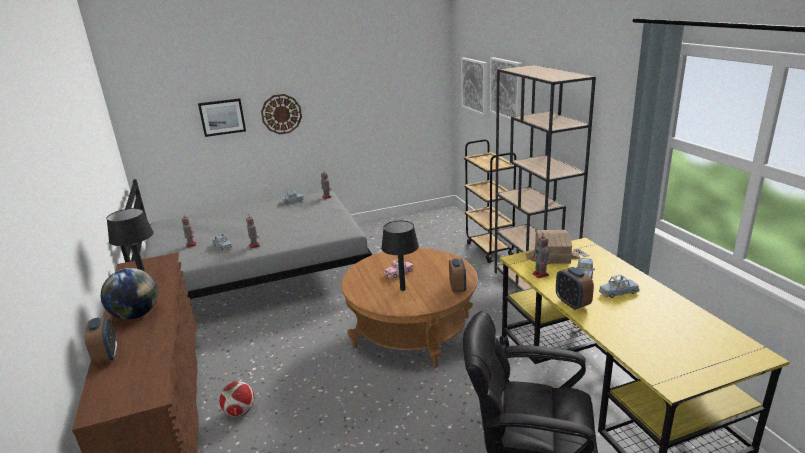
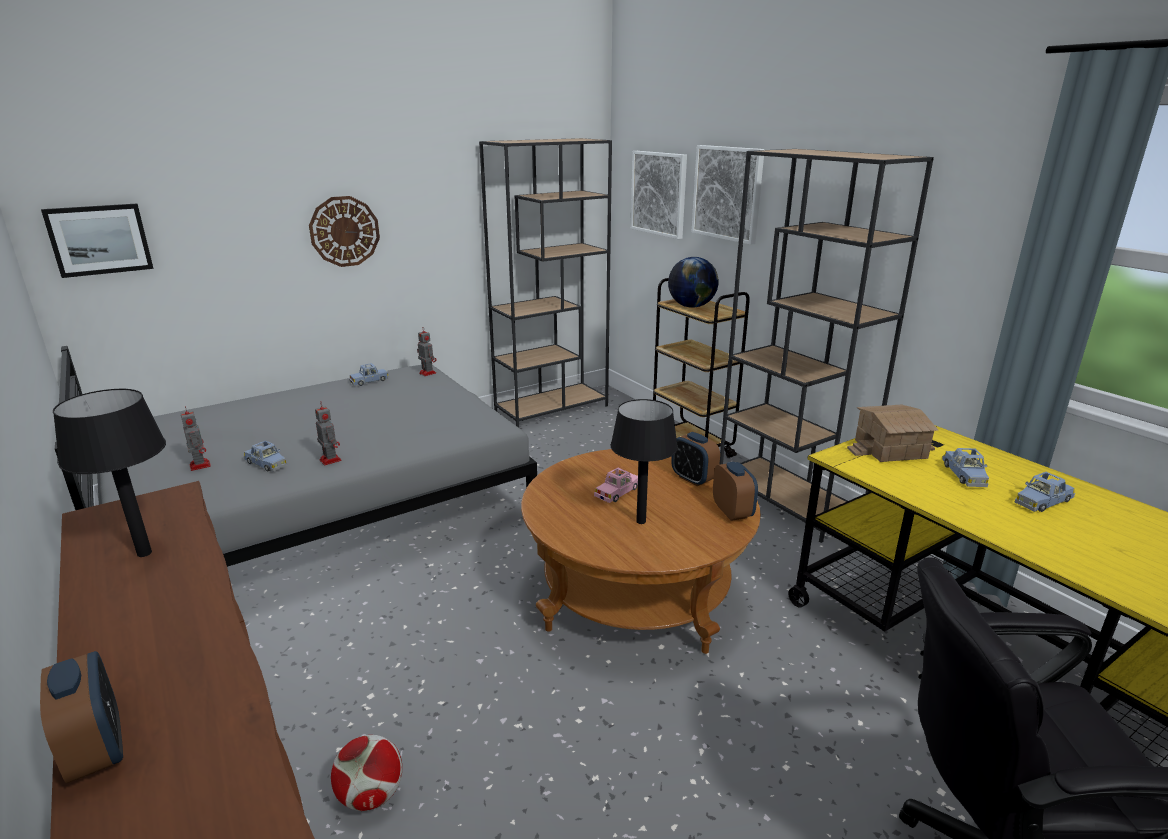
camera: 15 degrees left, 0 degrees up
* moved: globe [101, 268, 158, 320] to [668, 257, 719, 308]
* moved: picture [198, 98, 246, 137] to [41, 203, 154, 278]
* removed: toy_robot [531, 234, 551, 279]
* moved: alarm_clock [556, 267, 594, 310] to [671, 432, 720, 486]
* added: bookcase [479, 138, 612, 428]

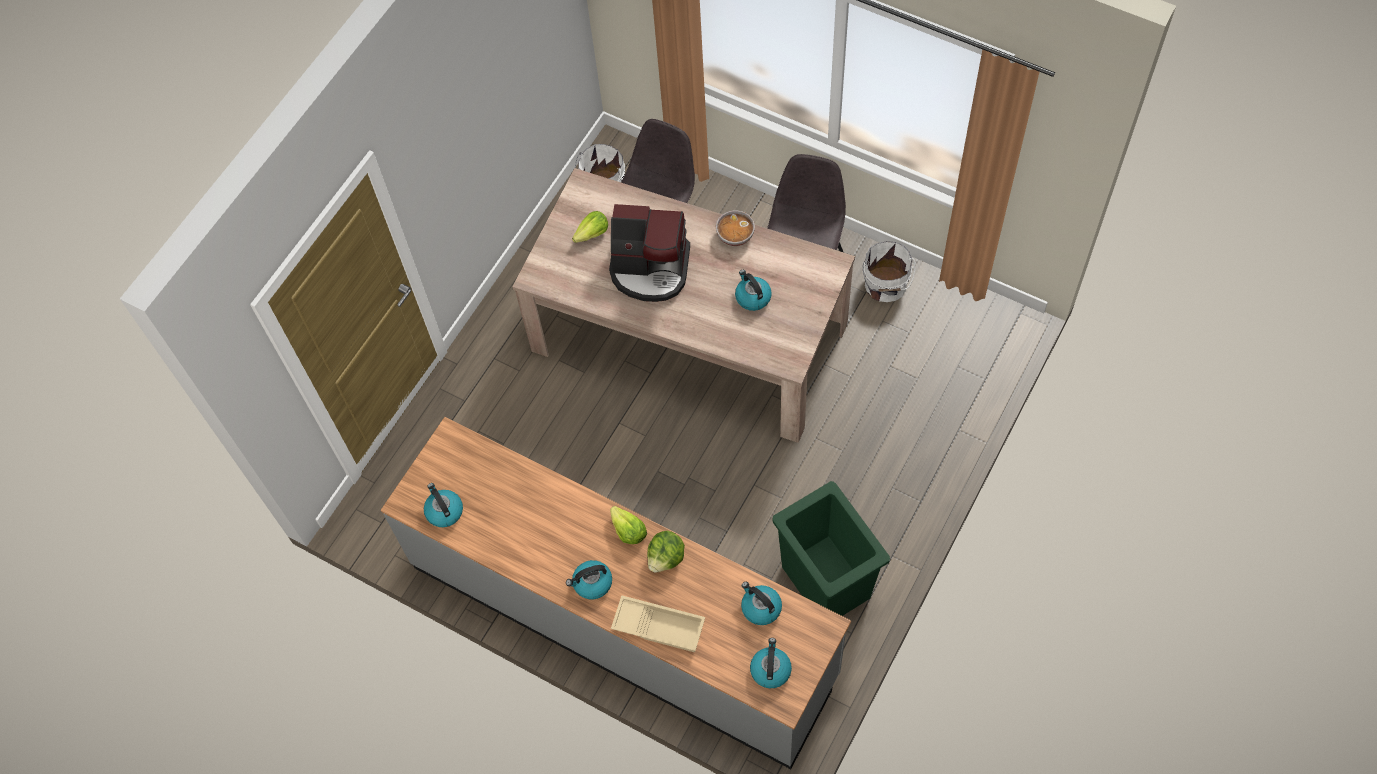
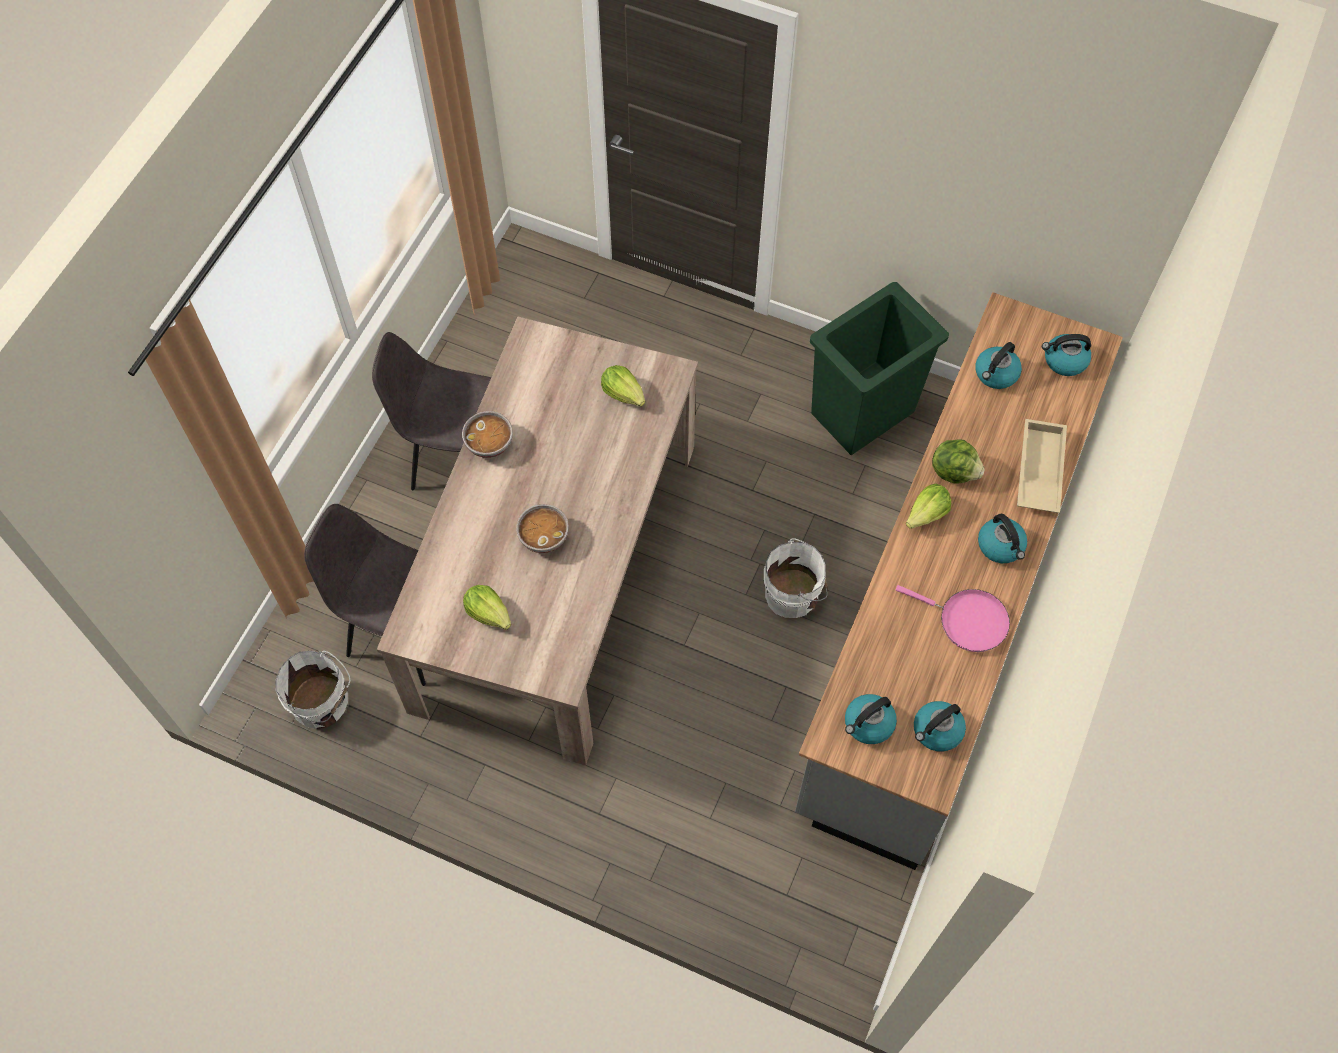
camera: 100 degrees left, 0 degrees up
* replaced: coffee_machine [609, 204, 690, 302] to bowl [516, 504, 569, 553]
* moved: kettle [735, 270, 772, 311] to [845, 694, 897, 744]
* moved: white_bucket [863, 241, 915, 302] to [764, 538, 828, 618]
* added: lettuce [601, 365, 645, 407]
* added: pink_frying_pan [896, 585, 1010, 652]

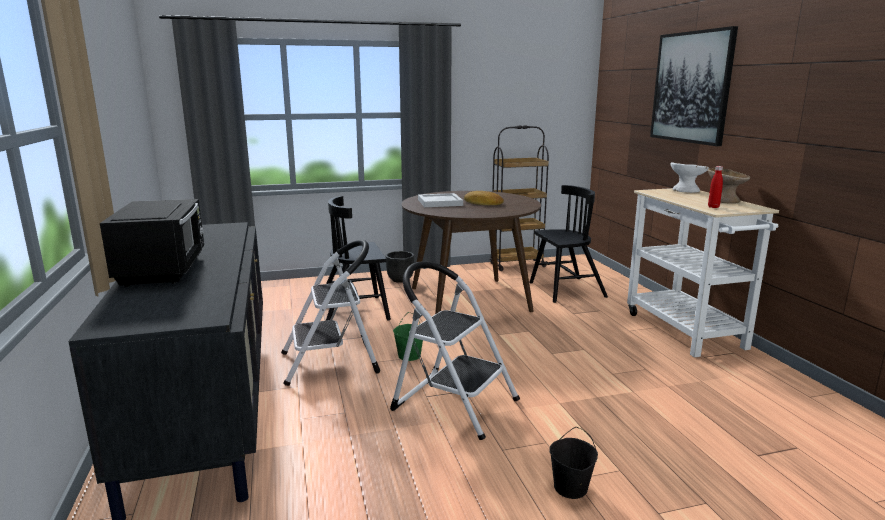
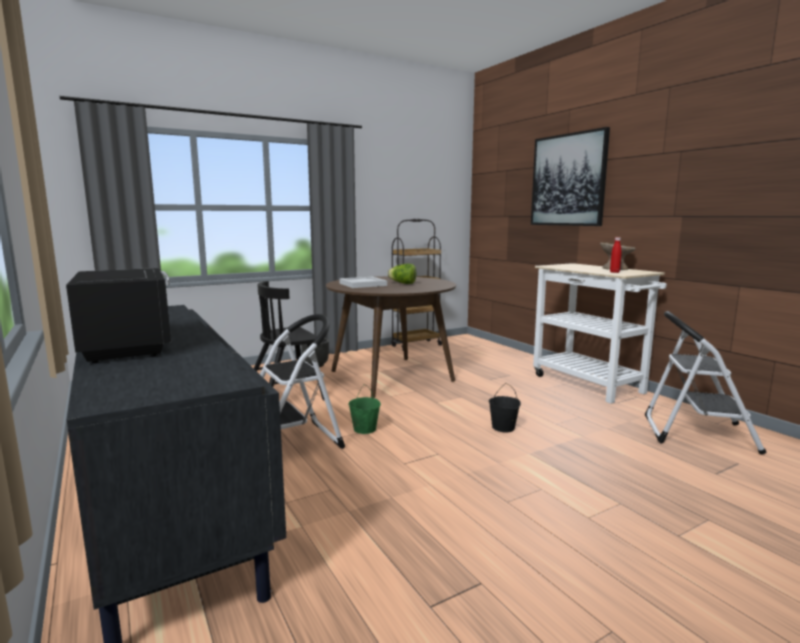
camera: 15 degrees left, 5 degrees down
* moved: step_ladder [390, 261, 520, 440] to [645, 311, 766, 454]
* replaced: bread [464, 191, 504, 205] to lettuce [388, 264, 416, 284]
* removed: black_chair [529, 185, 608, 303]
* moved: black_bucket [549, 427, 598, 499] to [489, 383, 521, 432]
* removed: white_bowl [670, 162, 709, 193]

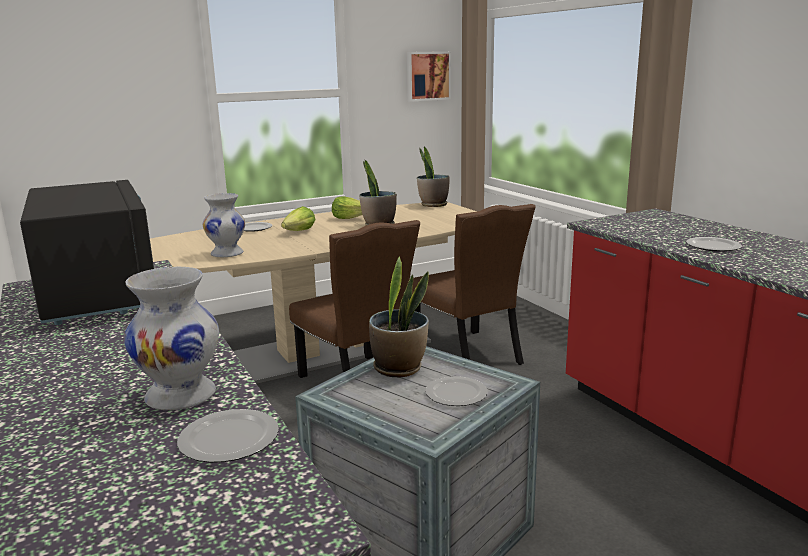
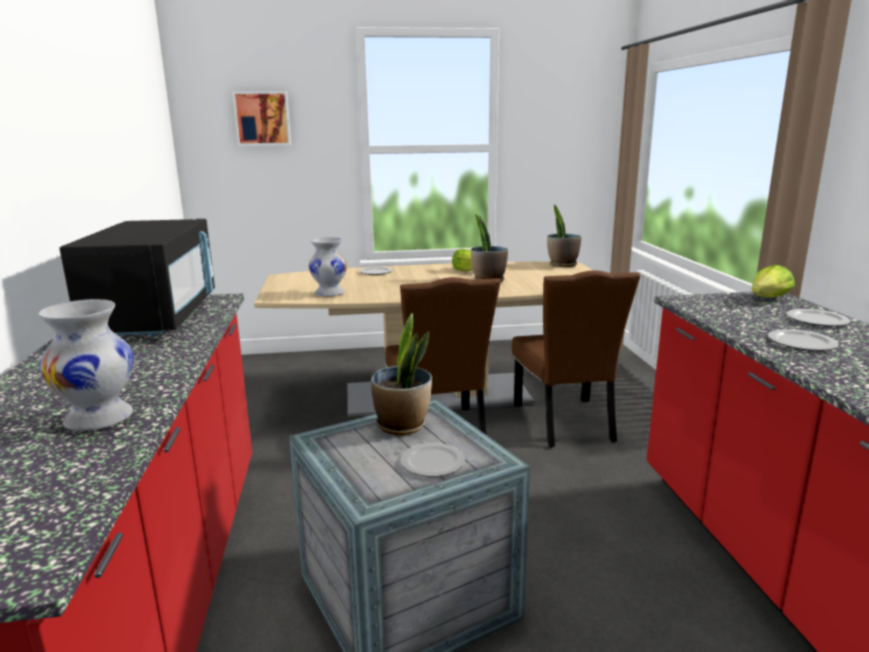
camera: 20 degrees right, 0 degrees up
* moved: plate [177, 409, 279, 463] to [786, 309, 851, 326]
* moved: lettuce [281, 206, 315, 231] to [752, 265, 795, 297]
* moved: picture [407, 51, 451, 102] to [232, 91, 291, 146]

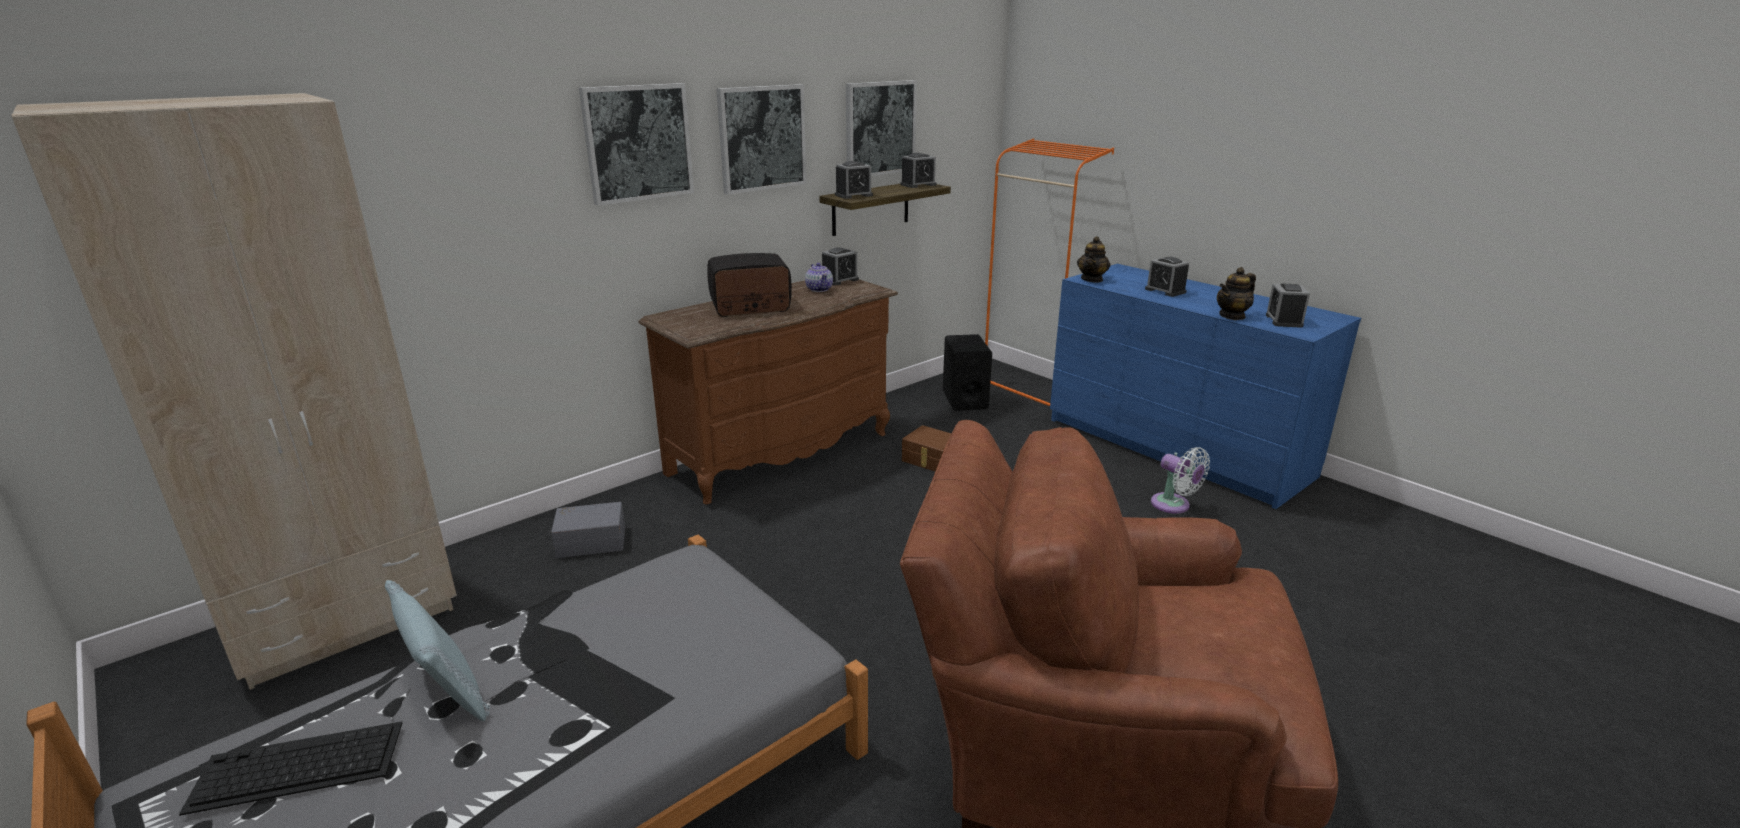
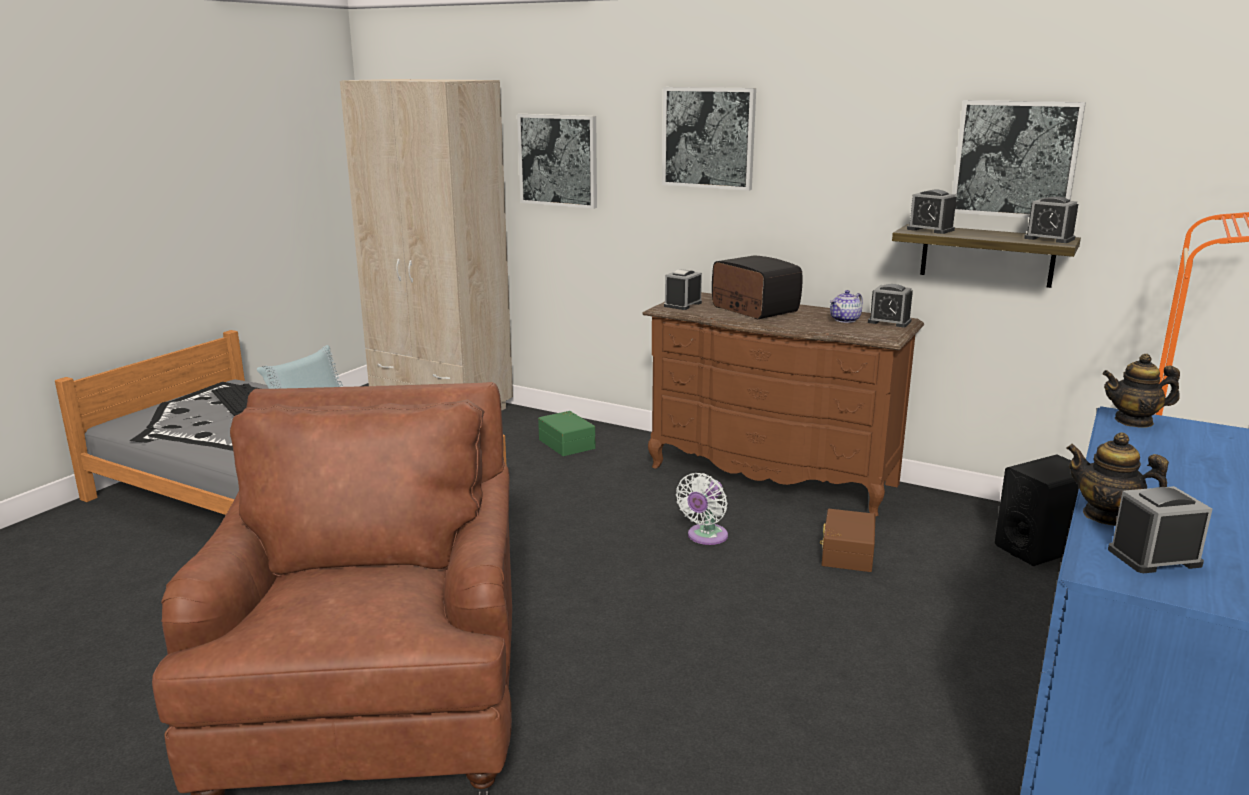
camera: 70 degrees right, 5 degrees down
* recoloured: grey_storage_box [551, 502, 625, 558] to green_storage_box [538, 411, 595, 456]
* moved: picture [716, 84, 807, 195] to [517, 114, 597, 209]
* moved: alarm_clock [1145, 257, 1189, 297] to [664, 269, 702, 310]
* moved: white_fan [1151, 447, 1210, 514] to [676, 473, 728, 545]

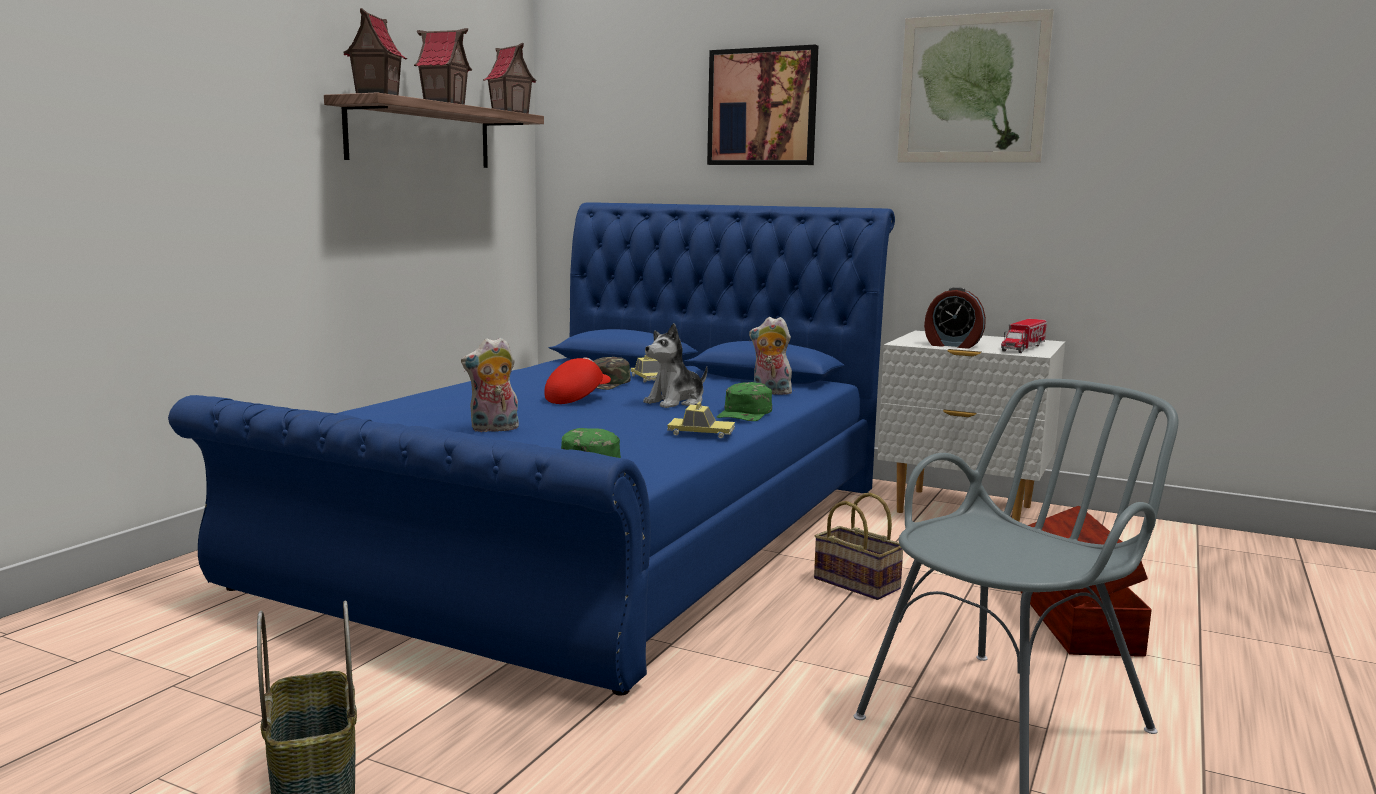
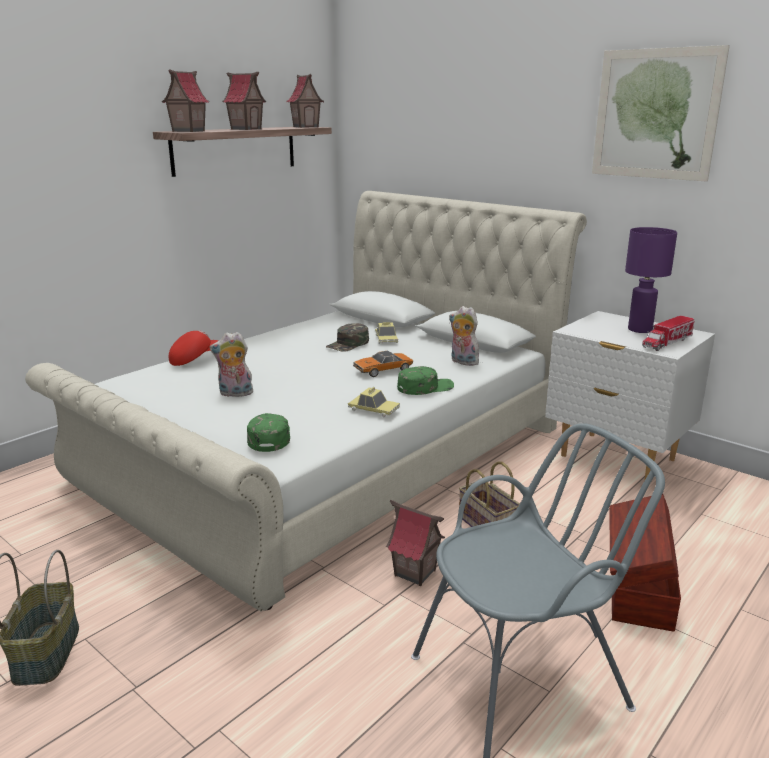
camera: 15 degrees right, 10 degrees up
* recoloured: blue_bed [168, 202, 895, 695] to beige_bed [25, 191, 587, 612]
* moved: red_cap [544, 357, 611, 404] to [169, 330, 219, 366]
* replaced: plush_toy [643, 323, 708, 408] to toy_car [353, 350, 413, 377]
* removed: picture [707, 44, 818, 165]
* turned: green_cap [717, 382, 772, 421] = [397, 366, 454, 395] 150 degrees counterclockwise
* removed: alarm_clock [924, 287, 986, 349]
* added: toy_house [386, 500, 445, 586]
* added: purple_table_lamp [625, 227, 677, 333]

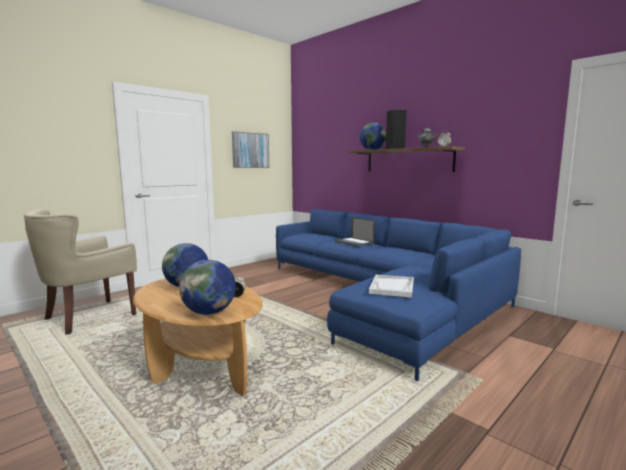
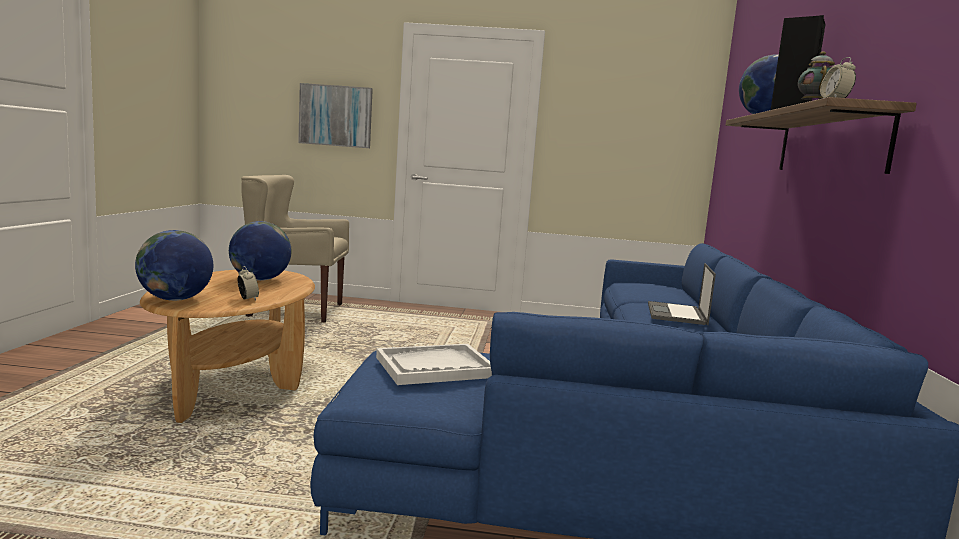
camera: 50 degrees right, 0 degrees up
* moved: picture [232, 131, 269, 168] to [298, 83, 373, 148]

